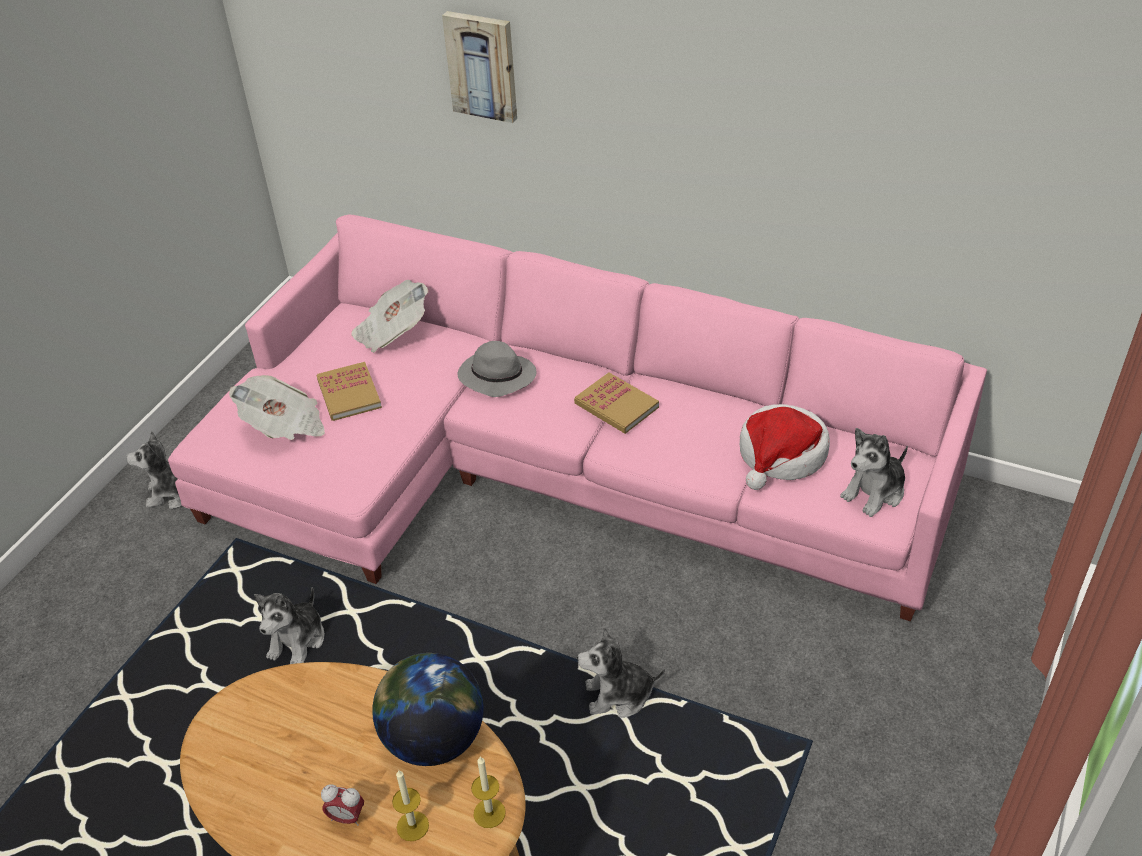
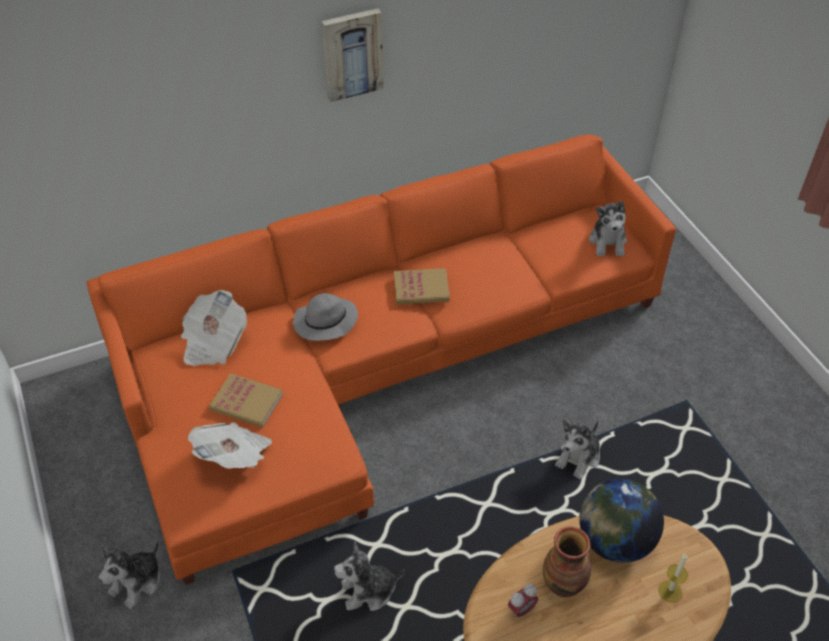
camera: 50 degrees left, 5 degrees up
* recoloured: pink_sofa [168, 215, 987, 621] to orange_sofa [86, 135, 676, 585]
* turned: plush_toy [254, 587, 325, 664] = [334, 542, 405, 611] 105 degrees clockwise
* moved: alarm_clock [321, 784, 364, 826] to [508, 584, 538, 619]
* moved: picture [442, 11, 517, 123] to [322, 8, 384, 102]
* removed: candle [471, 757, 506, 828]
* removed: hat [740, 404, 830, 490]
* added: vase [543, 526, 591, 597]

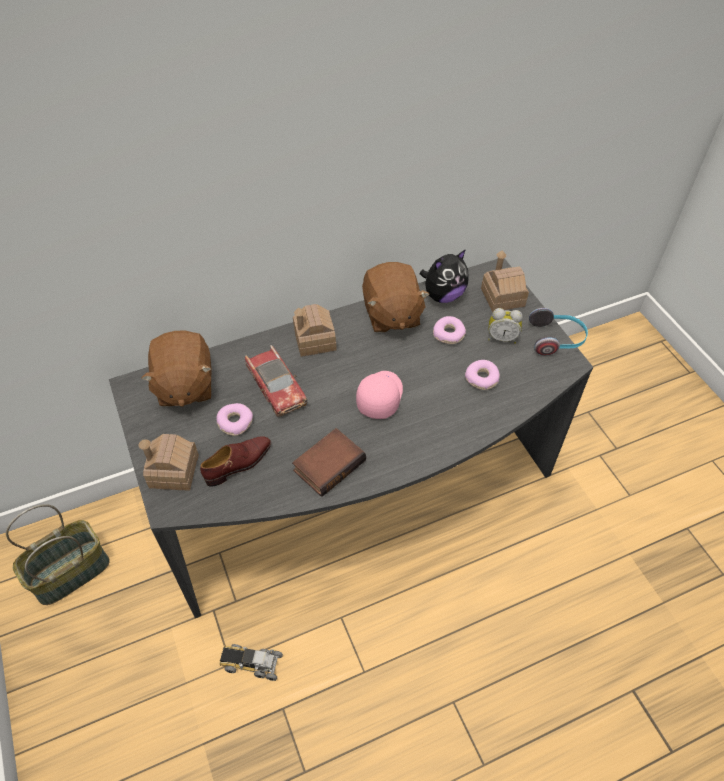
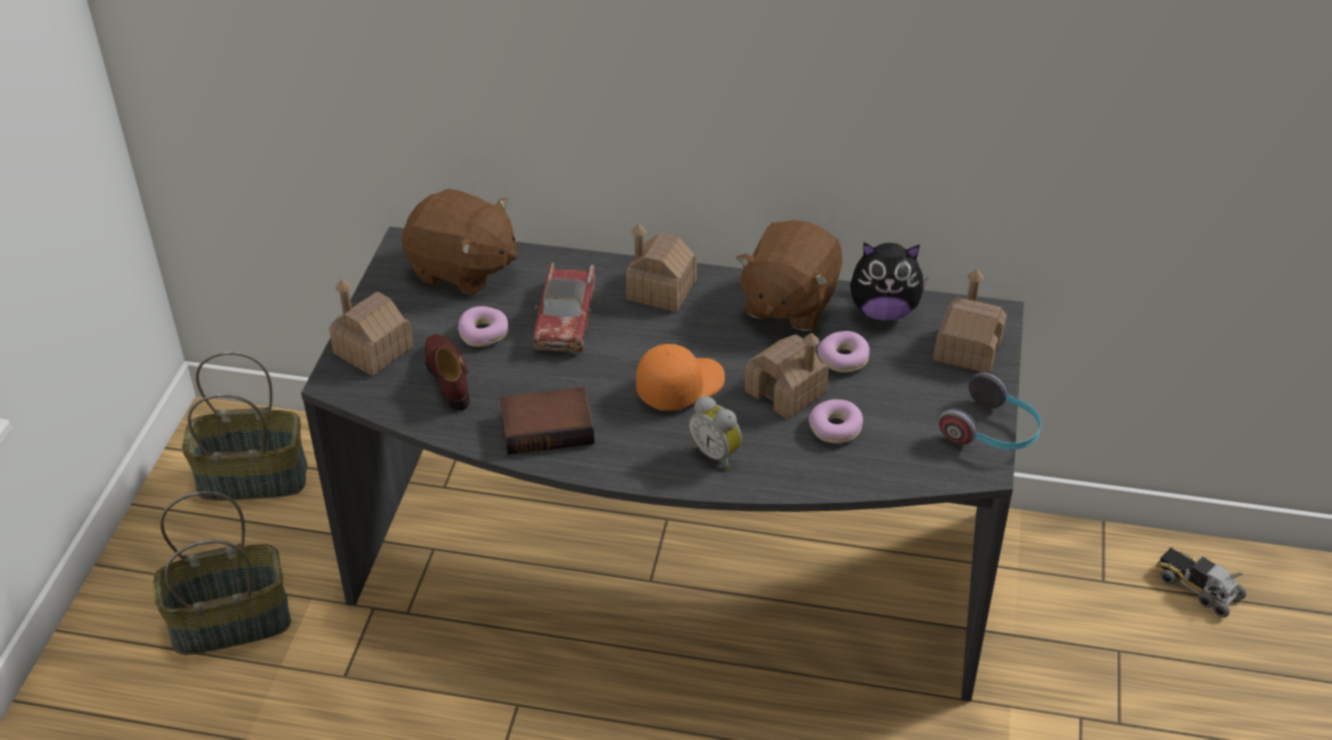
camera: 35 degrees right, 10 degrees down
* turned: brown_plush_toy [141, 330, 212, 407] = [402, 189, 518, 296] 90 degrees counterclockwise
* turned: brown_shoe [200, 436, 271, 487] = [425, 334, 470, 410] 105 degrees counterclockwise
* moved: toy_truck [219, 644, 283, 681] to [1156, 547, 1246, 617]
* recoloured: pink_cap [356, 371, 403, 419] to orange_cap [636, 344, 725, 411]
* moved: alarm_clock [488, 308, 523, 344] to [688, 396, 742, 469]
* added: basket [153, 491, 291, 655]
* added: toy_house [745, 332, 829, 419]

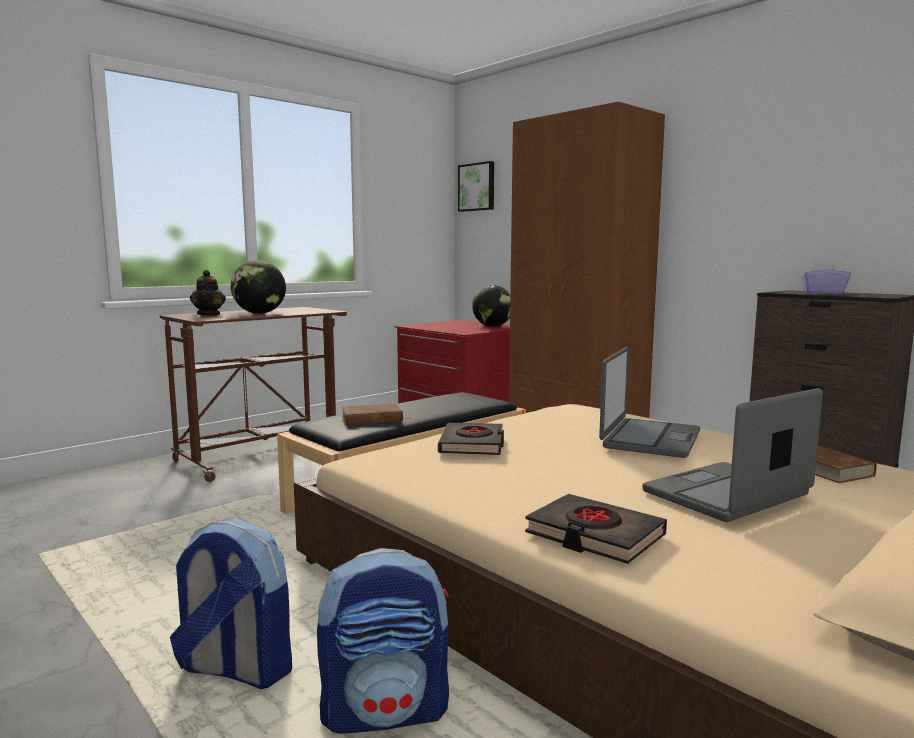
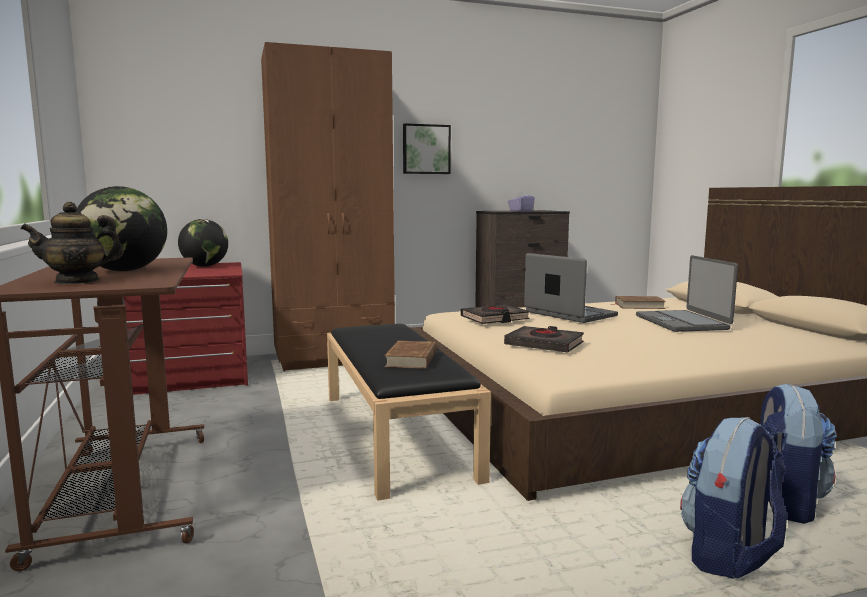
camera: 65 degrees left, 0 degrees up
* turned: teapot [190, 270, 226, 316] = [20, 202, 124, 284] 135 degrees clockwise
* moved: picture [458, 161, 494, 212] to [403, 123, 451, 174]
* moved: black_book [525, 494, 667, 564] to [461, 305, 530, 324]

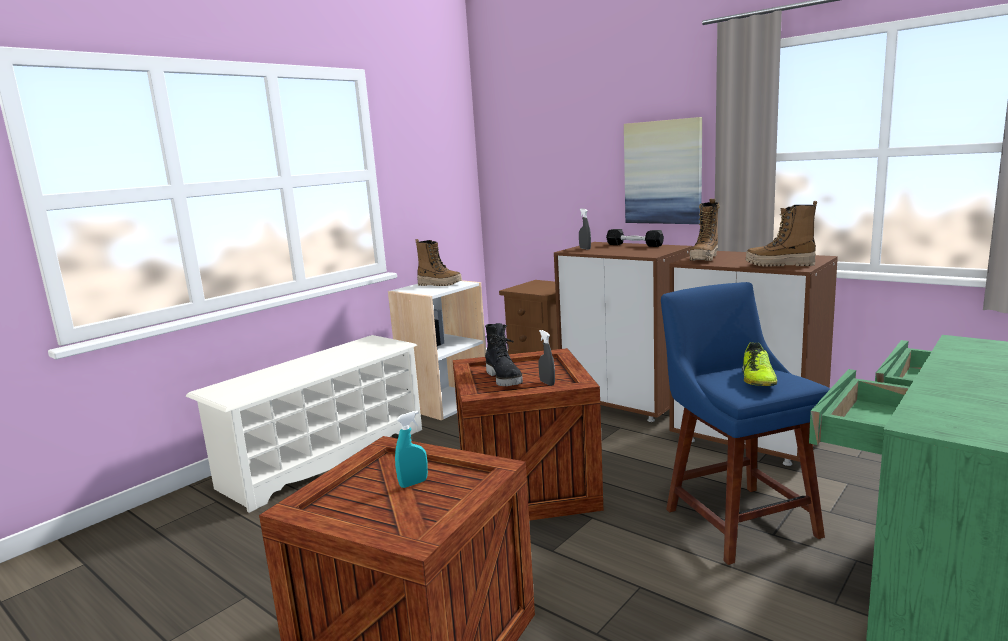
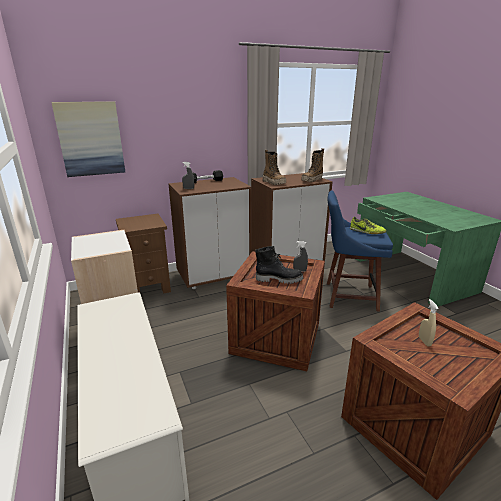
camera: 65 degrees left, 10 degrees up
* recoloured: turquoise_spray_bottle [395, 411, 428, 488] to beige_spray_bottle [419, 299, 439, 346]
* removed: boot [415, 239, 462, 286]
* moved: picture [624, 117, 702, 224] to [51, 101, 125, 177]

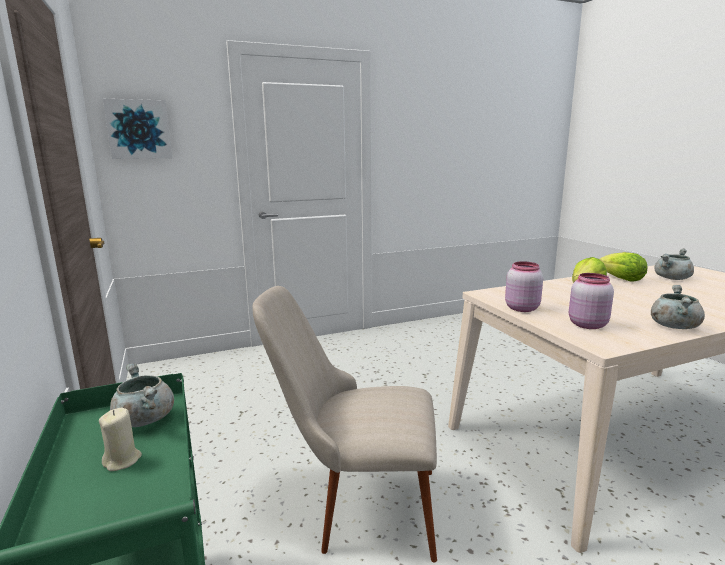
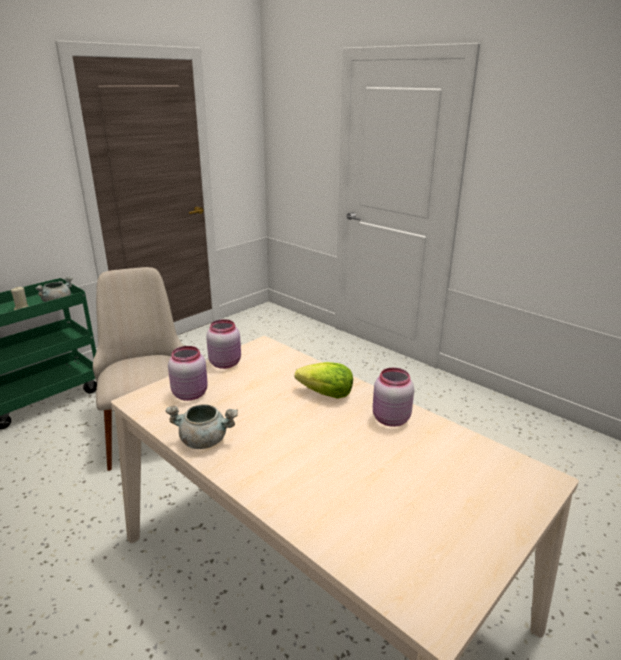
camera: 65 degrees right, 10 degrees up
* removed: picture [103, 99, 172, 159]
* replaced: lettuce [600, 252, 647, 282] to pink_jar [373, 368, 414, 427]
* removed: grey_cooking_pot [654, 249, 694, 280]

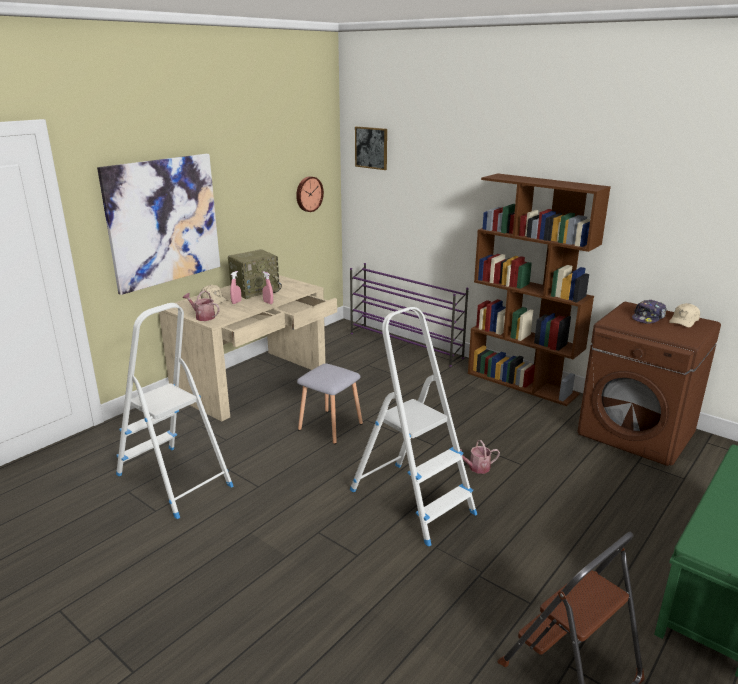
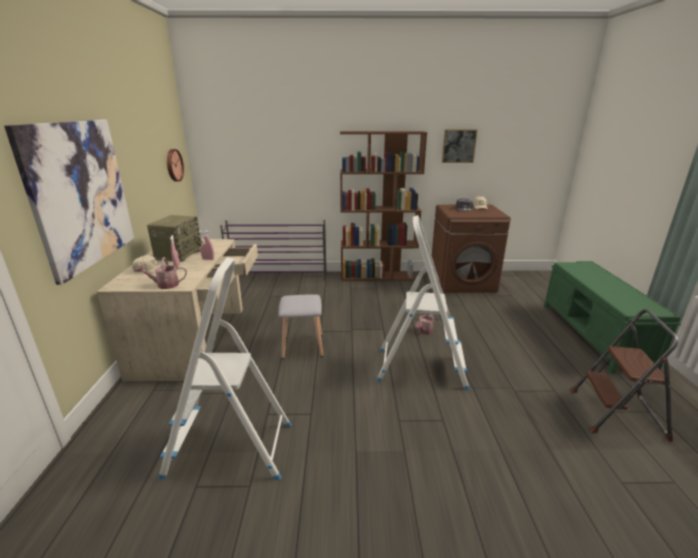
camera: 40 degrees left, 0 degrees up
* moved: picture [355, 126, 387, 170] to [442, 129, 478, 163]

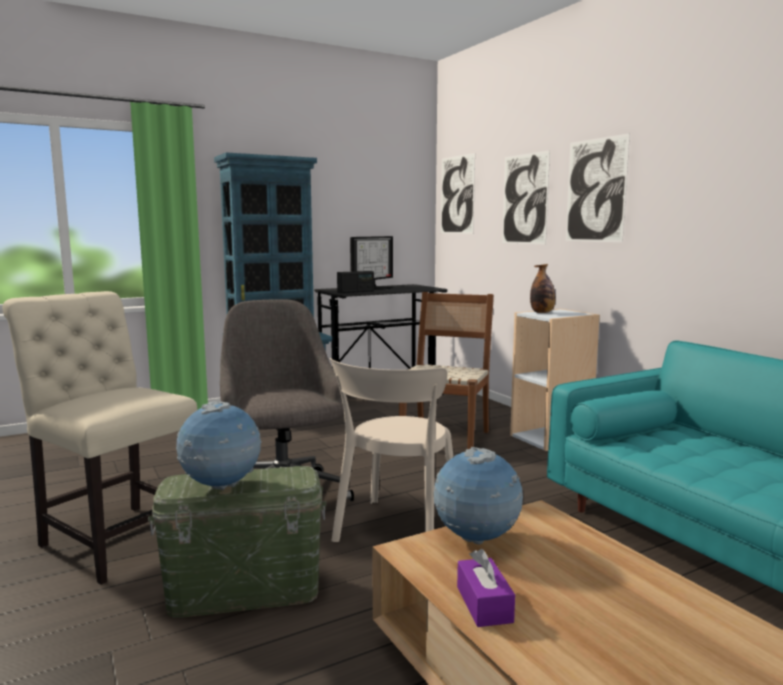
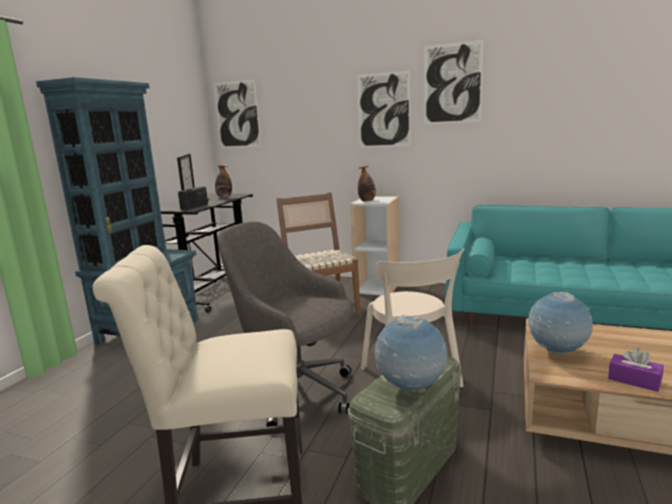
camera: 40 degrees left, 5 degrees up
* moved: picture [502, 150, 550, 245] to [424, 40, 483, 124]
* added: bottle [215, 164, 232, 198]

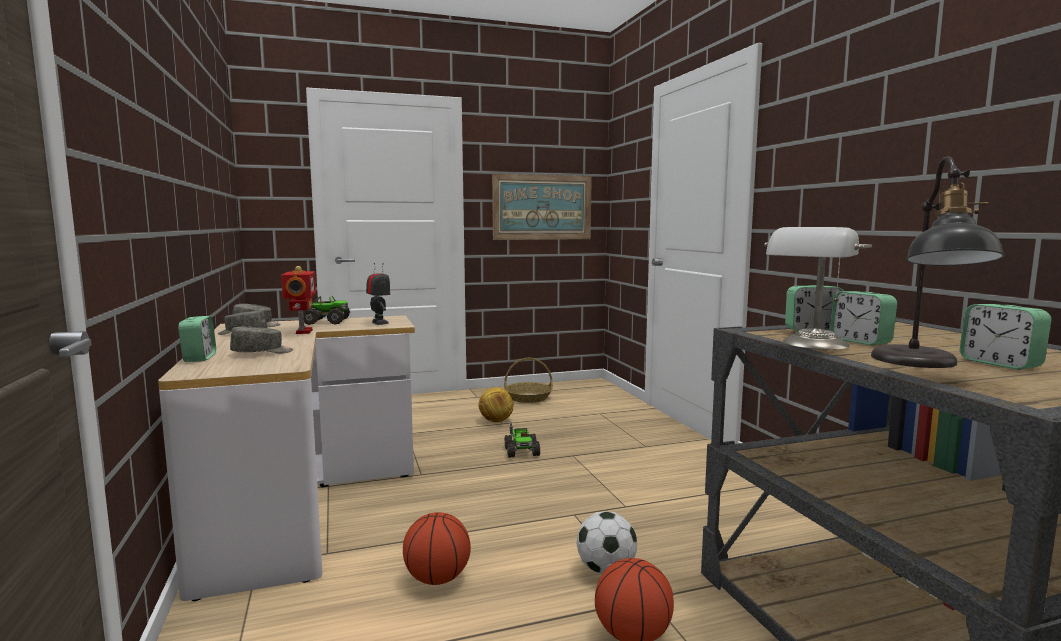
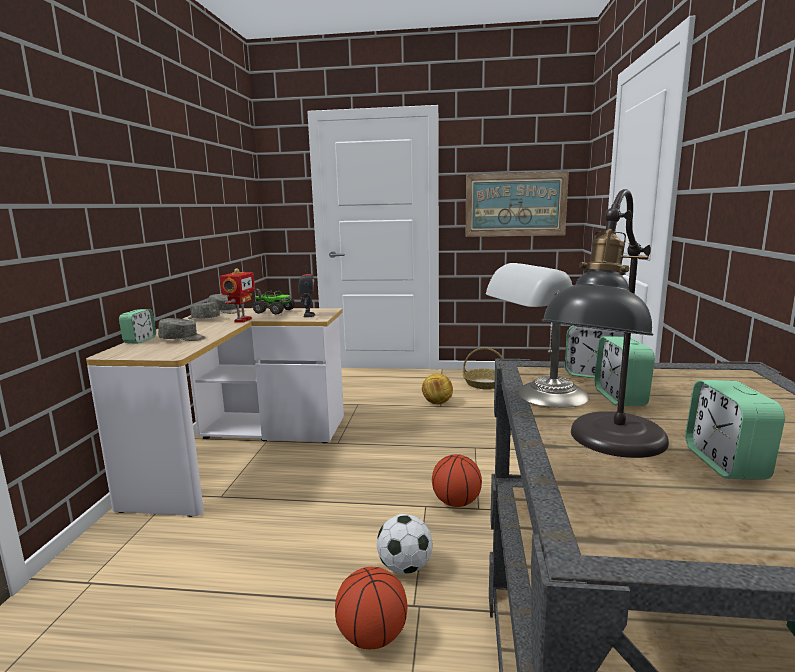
camera: 25 degrees right, 5 degrees up
* moved: basketball [403, 512, 471, 585] to [432, 454, 482, 507]
* removed: toy_truck [505, 422, 540, 458]

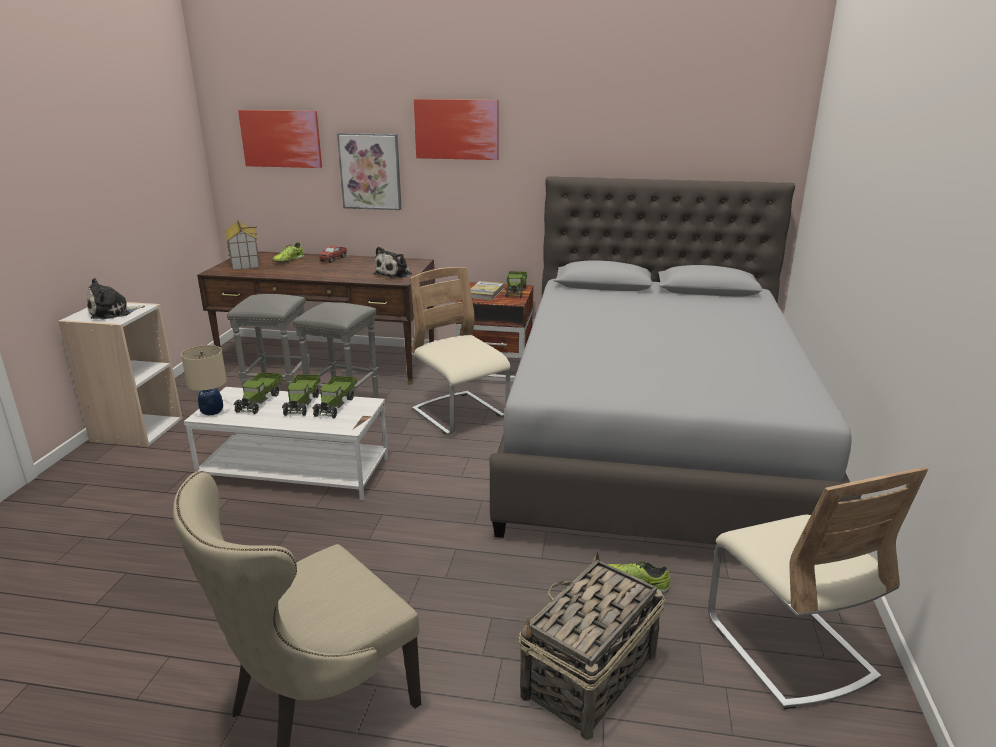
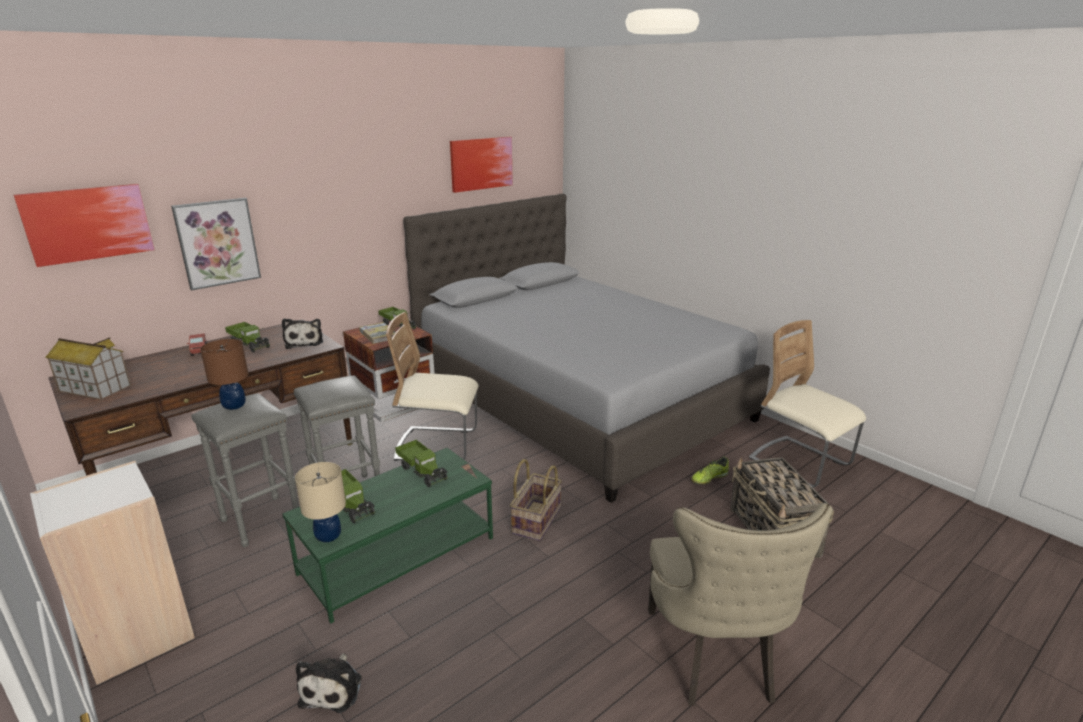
camera: 50 degrees left, 0 degrees up
* moved: plush_toy [87, 278, 145, 319] to [296, 653, 362, 713]
* recoloured: white_coffee_table [184, 387, 388, 500] to green_coffee_table [282, 448, 493, 623]
* removed: shoe [272, 242, 304, 262]
* moved: toy_truck [282, 375, 320, 416] to [225, 322, 270, 352]
* moved: picture [414, 99, 498, 160] to [450, 137, 513, 193]
* turned: beige_chair [708, 467, 928, 709] = [749, 320, 866, 488] 150 degrees counterclockwise
* added: brown_table_lamp [200, 339, 249, 410]
* added: basket [510, 459, 562, 541]

